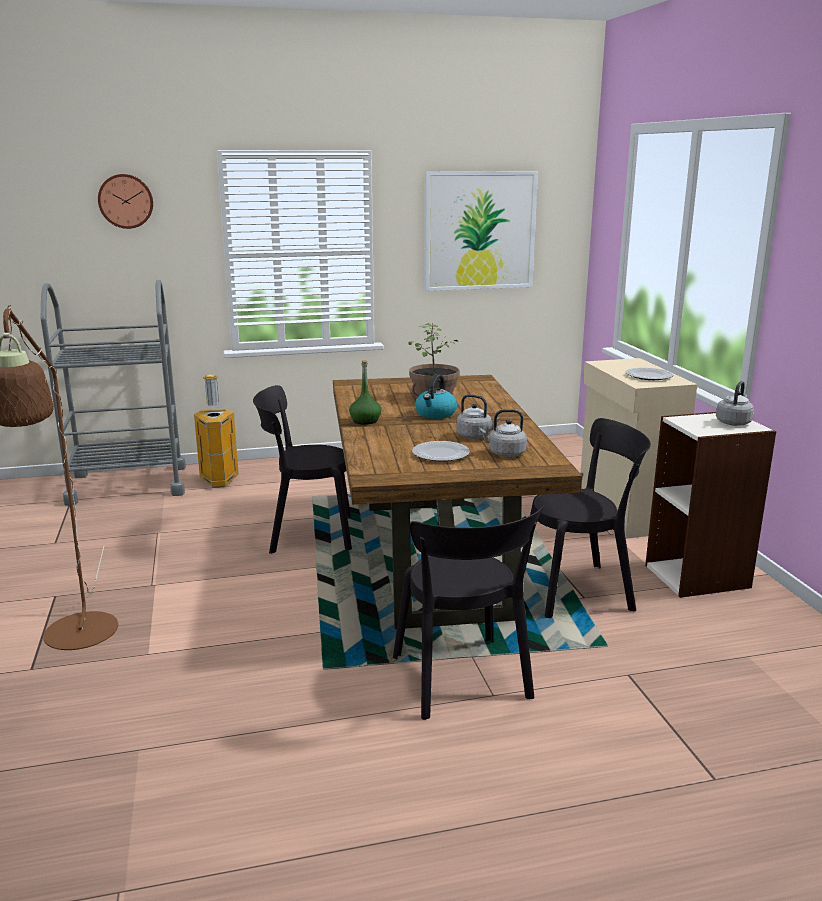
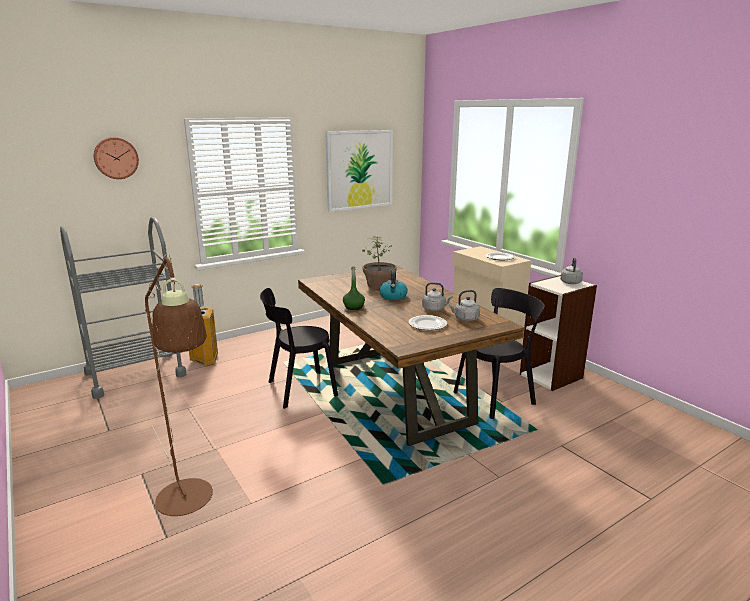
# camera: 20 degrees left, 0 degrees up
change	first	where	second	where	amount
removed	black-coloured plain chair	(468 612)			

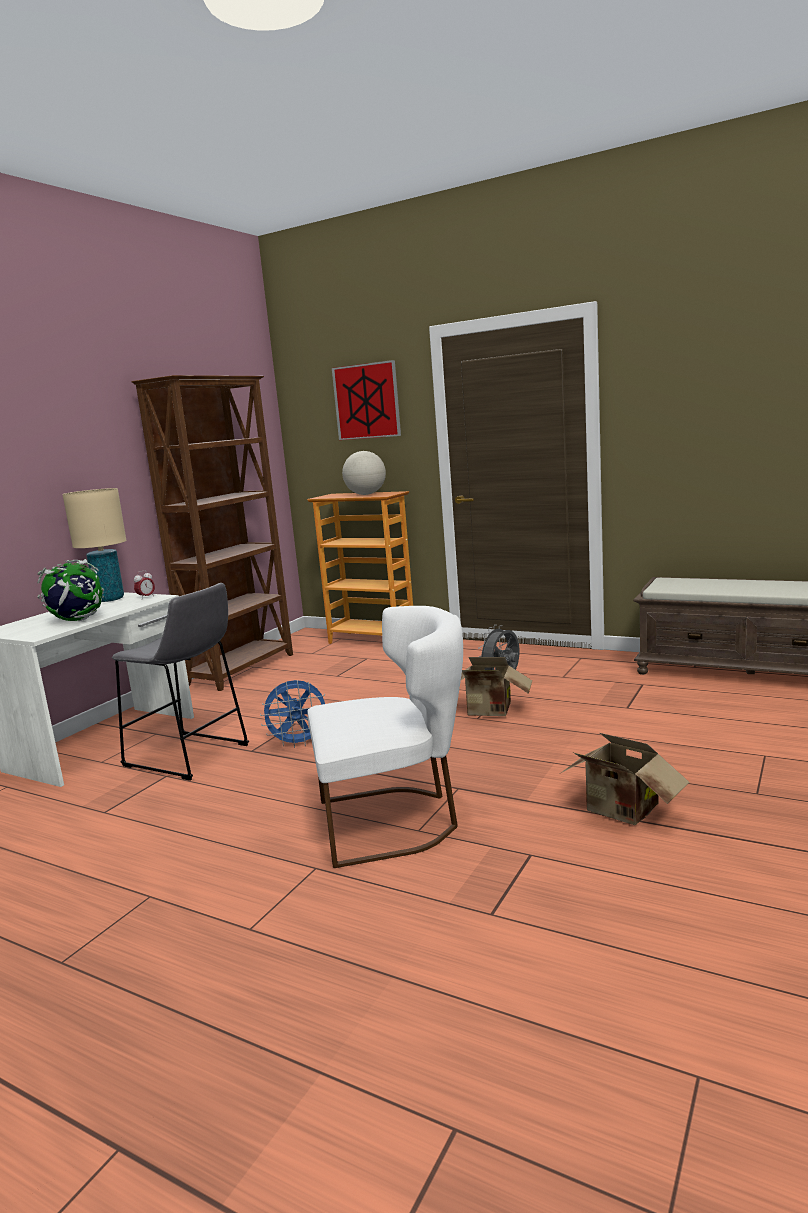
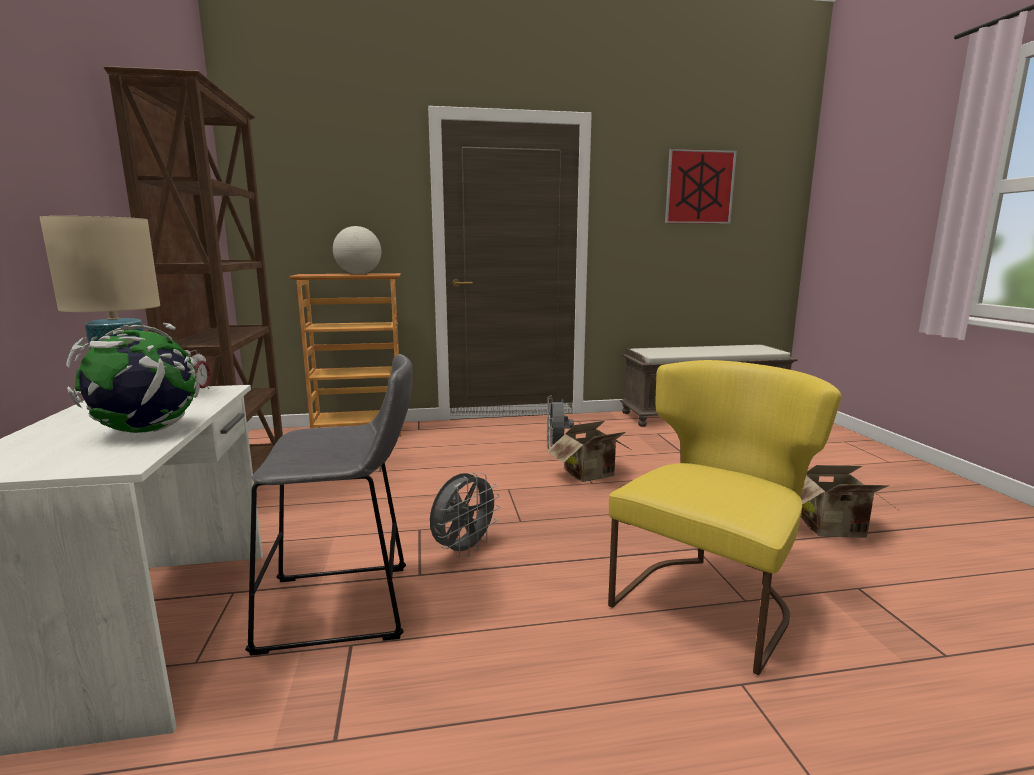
# camera: 40 degrees left, 0 degrees up
change	first	where	second	where	amount
recoloured	blue-coloured cooling fan	(292 714)	greyish cooling fan	(465 515)	
recoloured	white plain chair	(385 737)	yellow plain chair	(724 517)	
moved	picture	(366 400)		(701 186)	

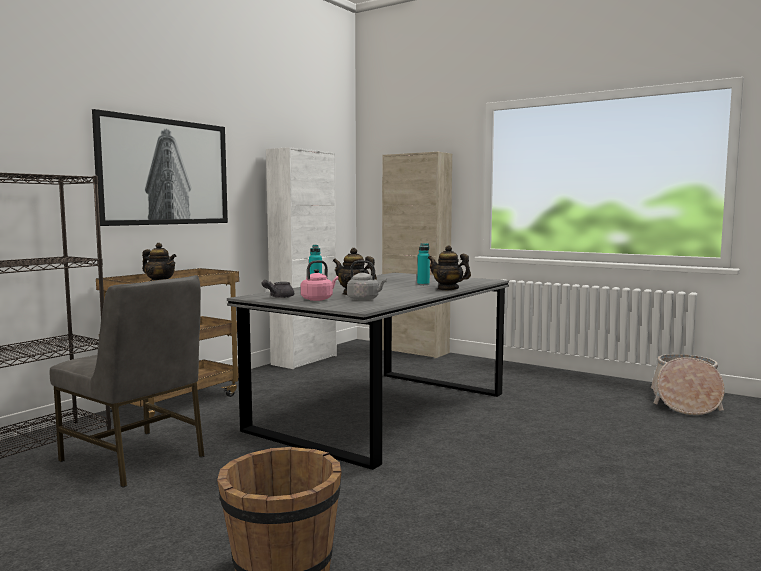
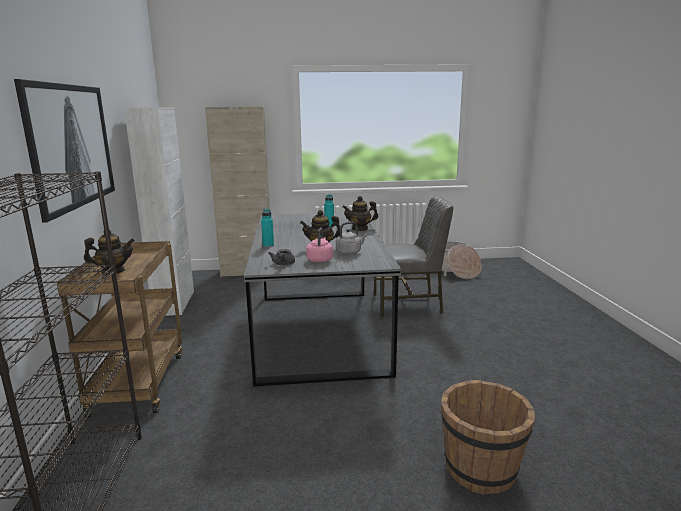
# camera: 40 degrees left, 10 degrees up
change	first	where	second	where	amount
moved	greyish plain chair	(127 381)		(414 256)	

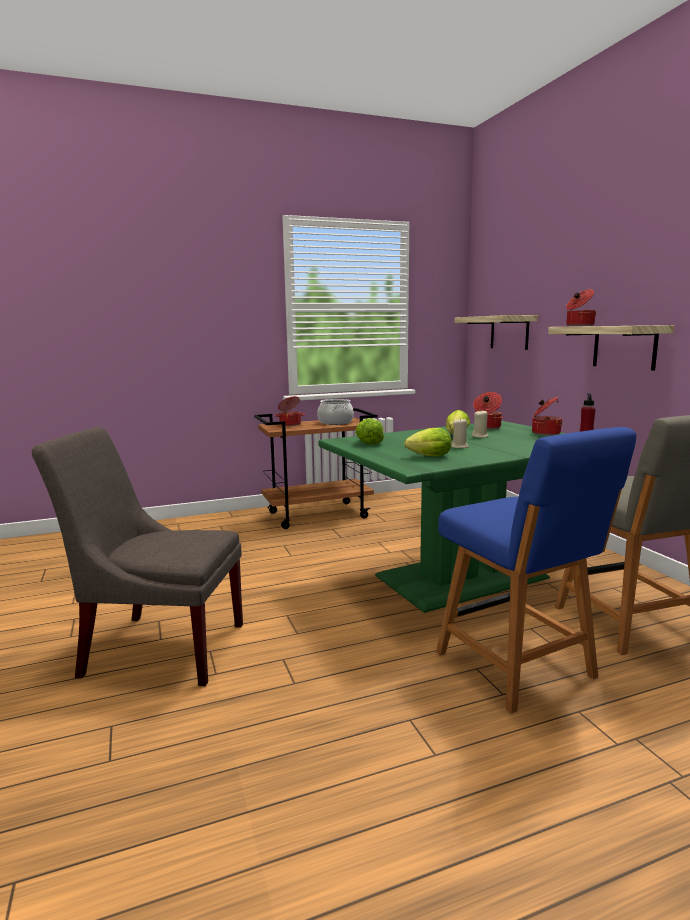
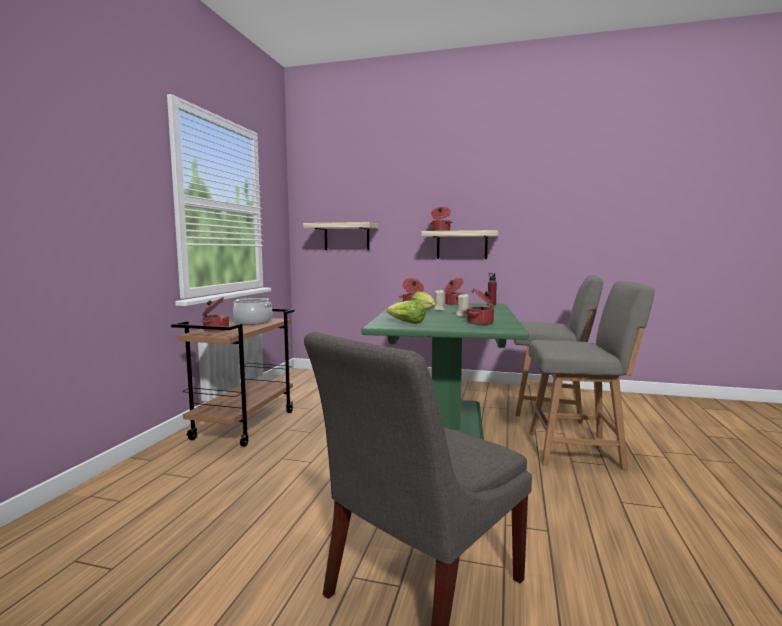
# camera: 55 degrees left, 5 degrees down
change	first	where	second	where	amount
replaced	lettuce head	(428 442)	cooking pot	(480 306)	
recoloured	blue-coloured plain chair	(536 570)	greyish plain chair	(591 375)	

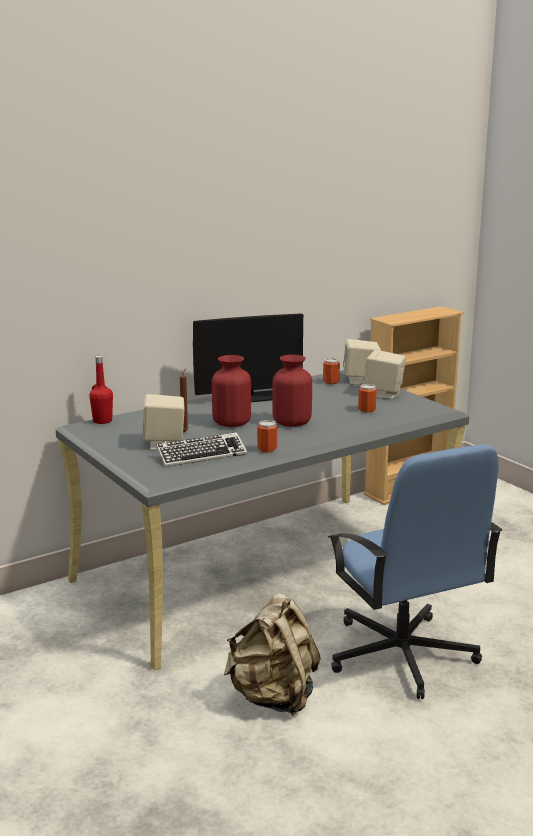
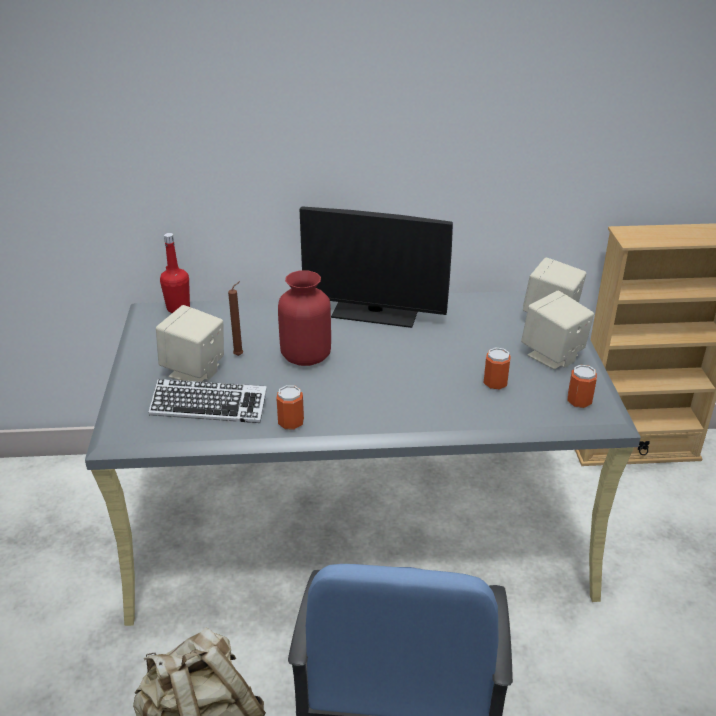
# camera: 30 degrees right, 15 degrees up
change	first	where	second	where	amount
moved	metal can	(331 371)		(582 387)	
removed	reddish vase	(292 391)			

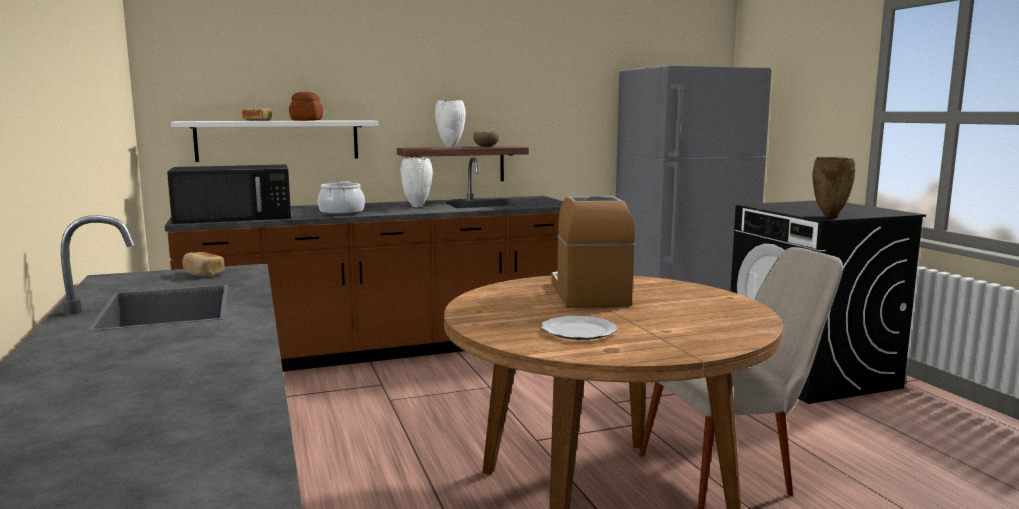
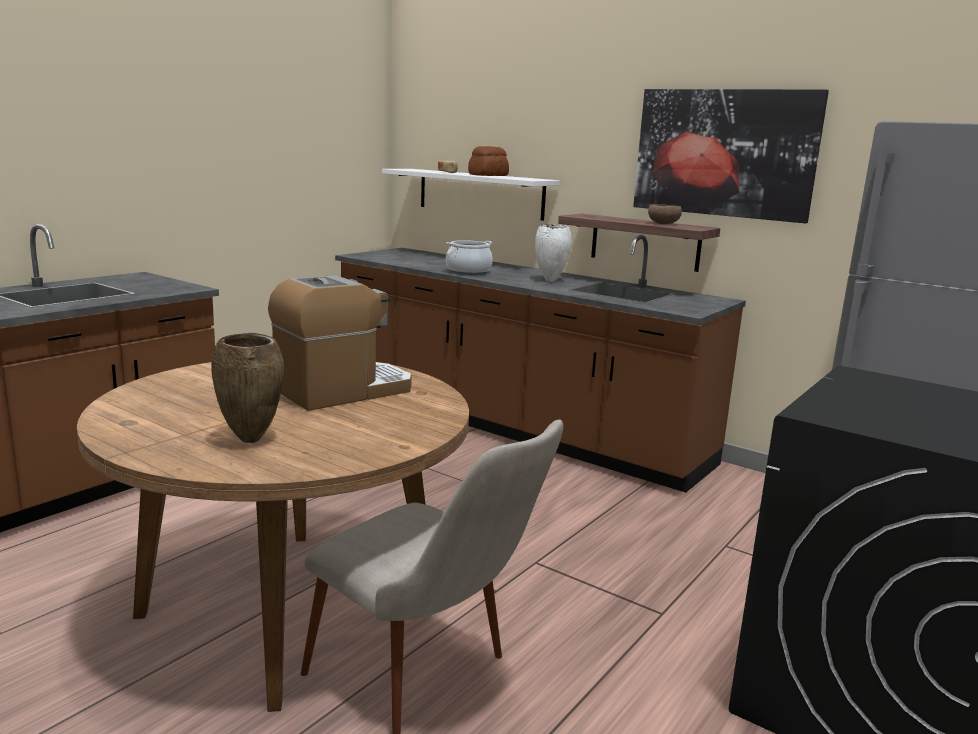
# camera: 55 degrees right, 5 degrees up
change	first	where	second	where	amount
moved	brown vase	(833 187)		(247 388)	
added			picture	(731 156)	
removed	black-coloured kitchen microwave	(229 194)			
removed	bakery bread	(203 264)			
removed	white vase	(450 124)			
removed	dinner plate	(579 328)			

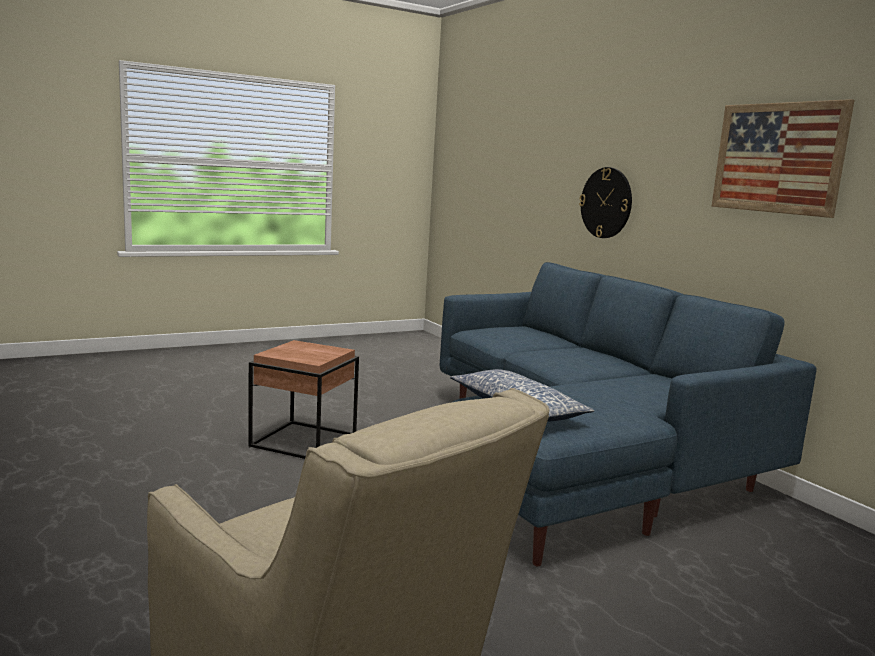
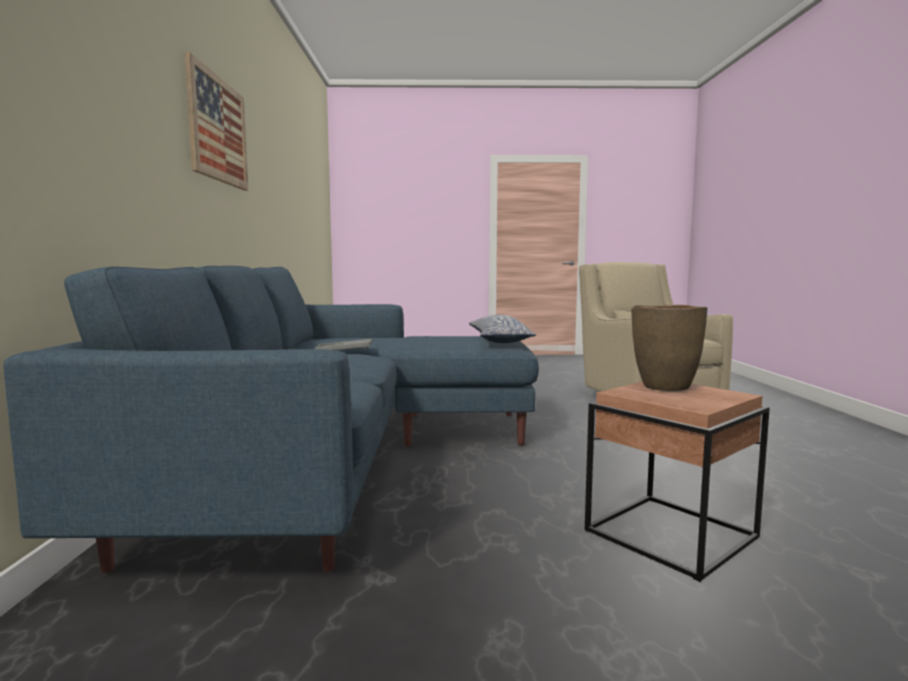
# camera: 150 degrees left, 5 degrees down
change	first	where	second	where	amount
added			greyish serving tray	(343 344)	
added			brown vase	(669 348)	
removed	hanging clock	(605 202)			

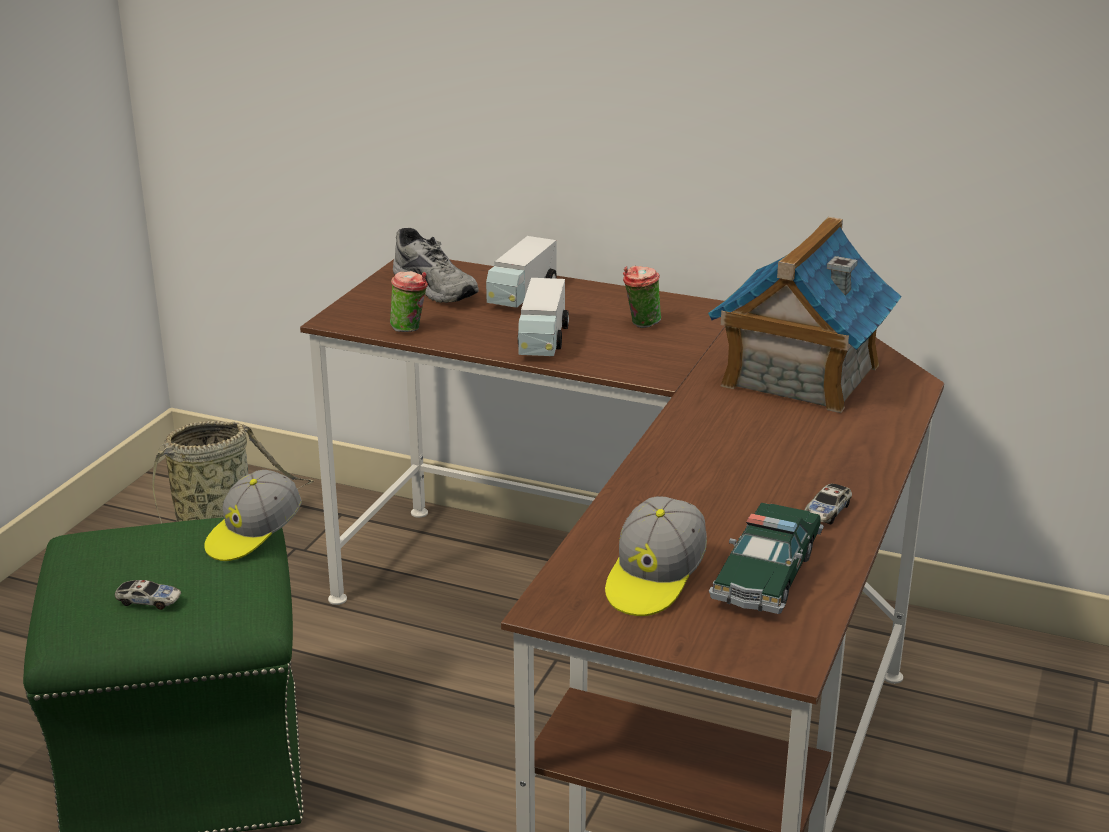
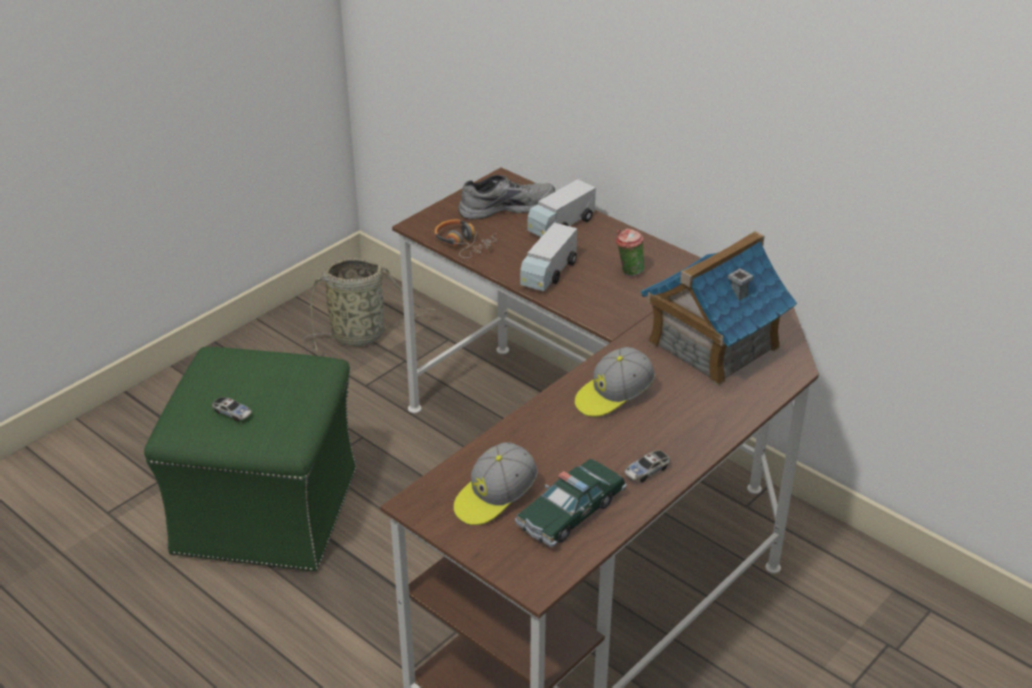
# camera: 20 degrees right, 10 degrees up
change	first	where	second	where	amount
replaced	drinking cup	(409 301)	headset	(465 238)	
turned	greyish shoe	(435 265)		(506 197)	90 degrees counterclockwise
moved	cap	(253 515)		(615 382)	

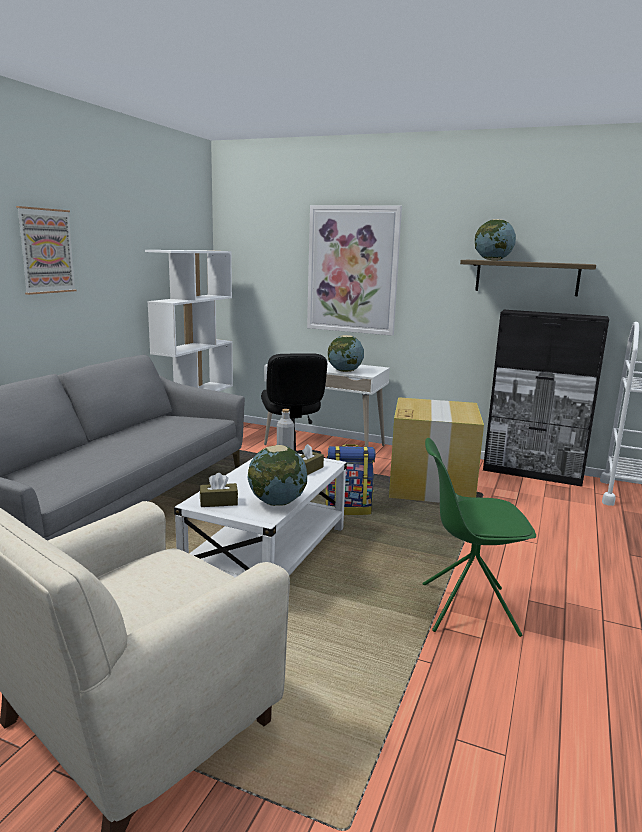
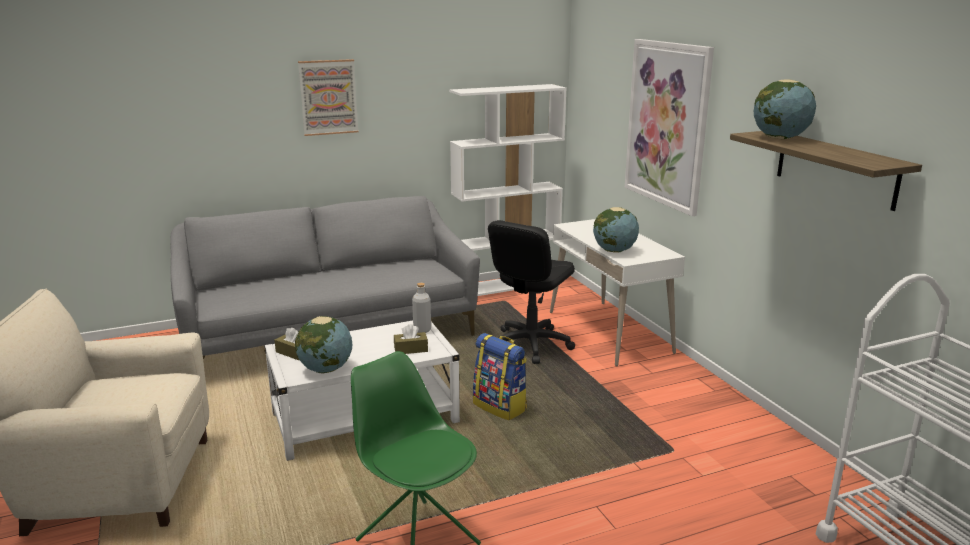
# camera: 45 degrees right, 5 degrees up
change	first	where	second	where	amount
removed	carton	(436 450)			
removed	black-coloured storage cabinet	(546 398)			

